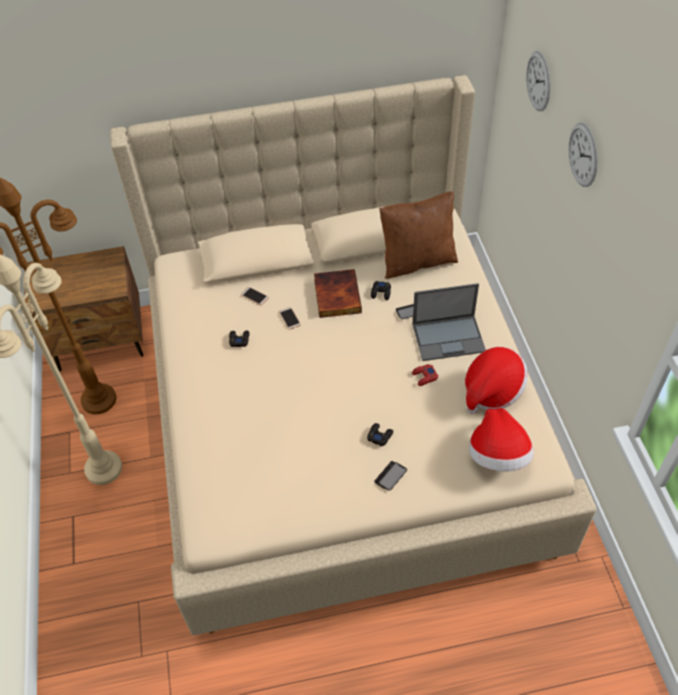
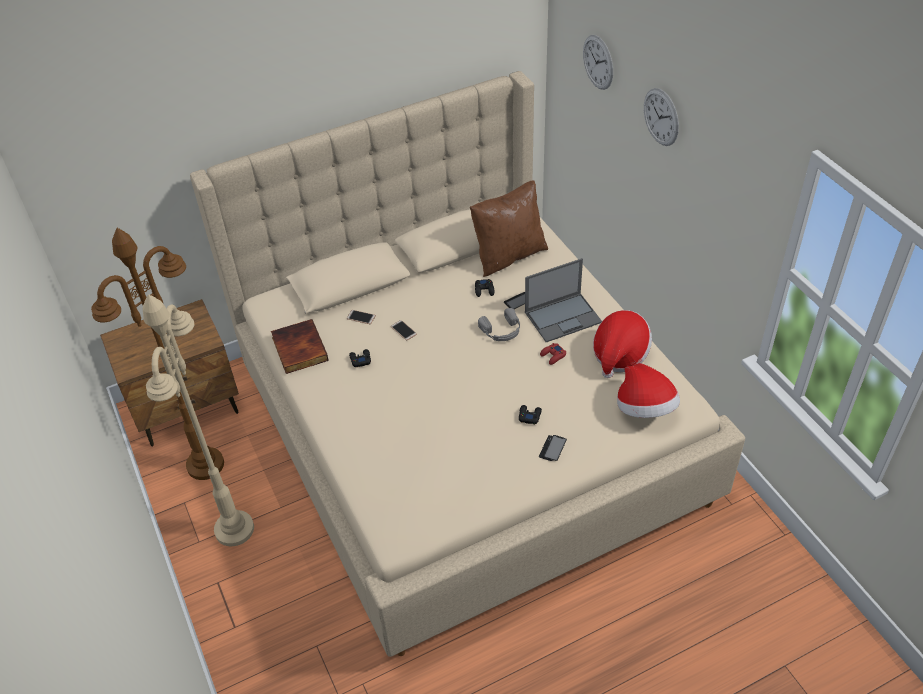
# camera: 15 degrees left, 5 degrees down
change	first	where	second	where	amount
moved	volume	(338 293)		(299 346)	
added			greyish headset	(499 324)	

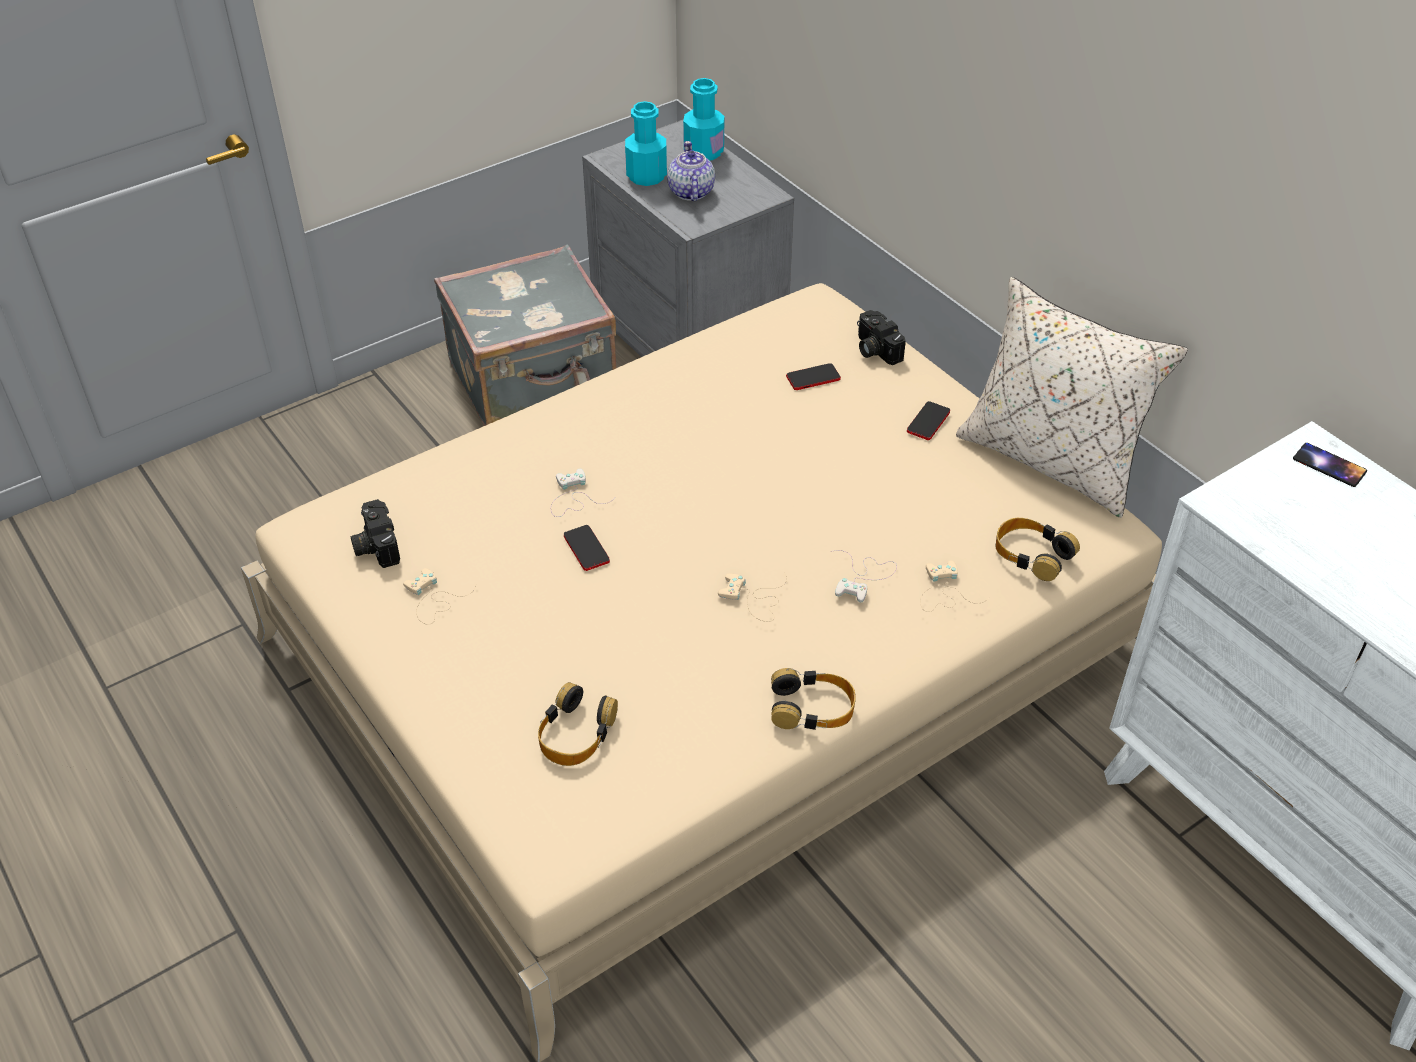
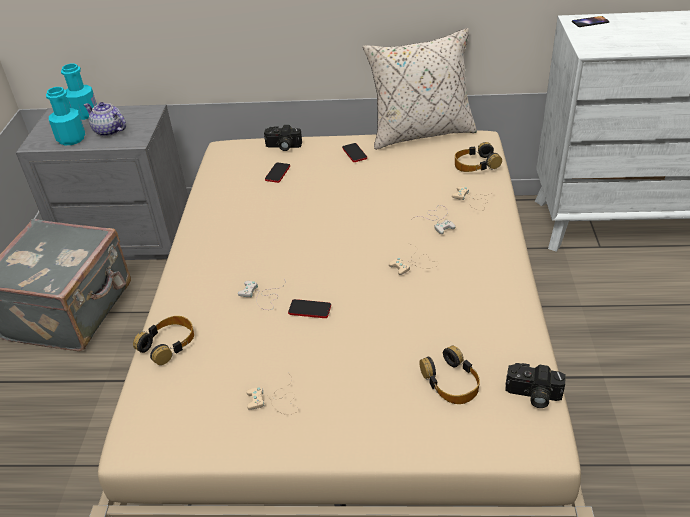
# camera: 50 degrees left, 5 degrees down
change	first	where	second	where	amount
moved	headset	(813 699)		(163 340)	
moved	photo camera	(375 533)		(535 385)	

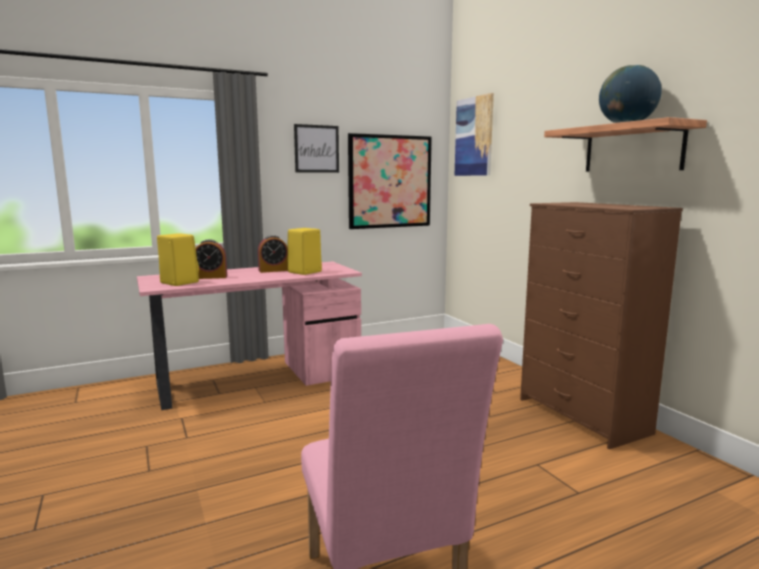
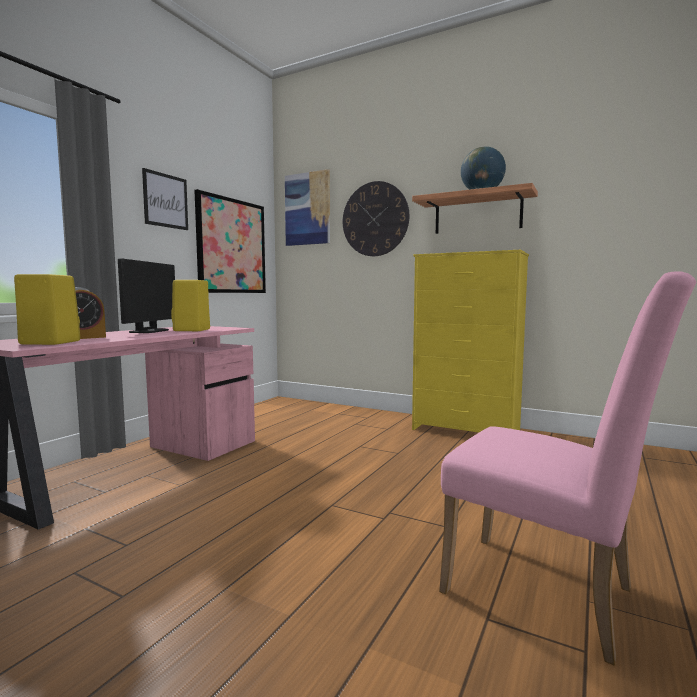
# camera: 35 degrees left, 5 degrees down
change	first	where	second	where	amount
replaced	bedside clock	(273 254)	monitor	(146 295)	
added			hanging clock	(376 218)	
recoloured	brown chest of drawers	(601 325)	yellow chest of drawers	(470 341)	

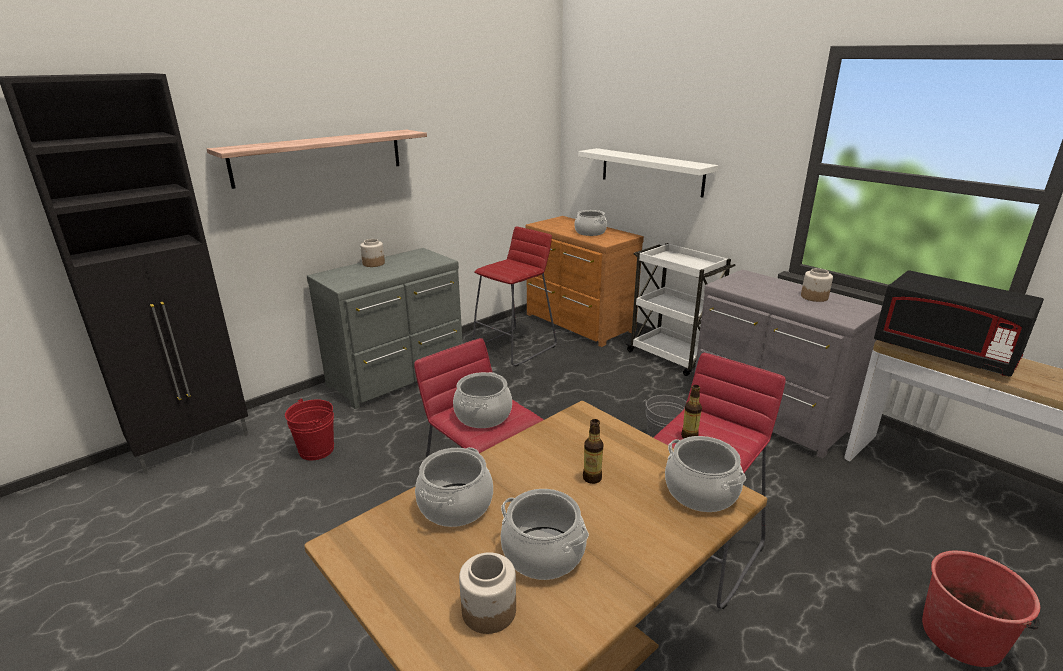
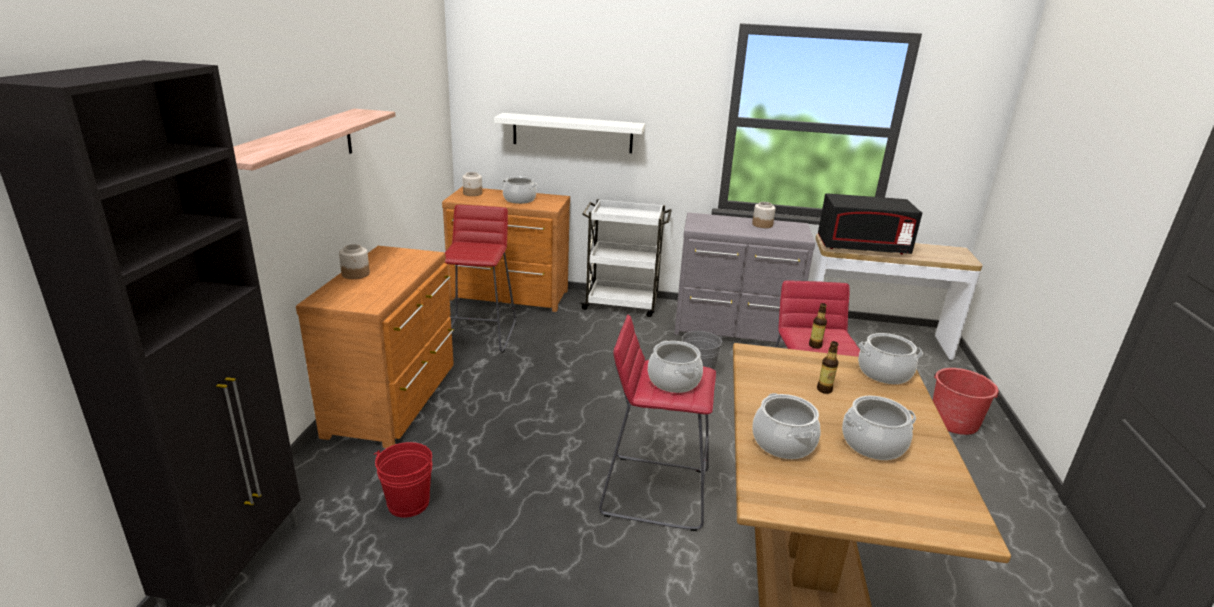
# camera: 40 degrees left, 0 degrees up
change	first	where	second	where	amount
recoloured	greyish chest of drawers	(385 328)	brown chest of drawers	(375 347)	
moved	preserve jar	(487 593)		(472 184)	

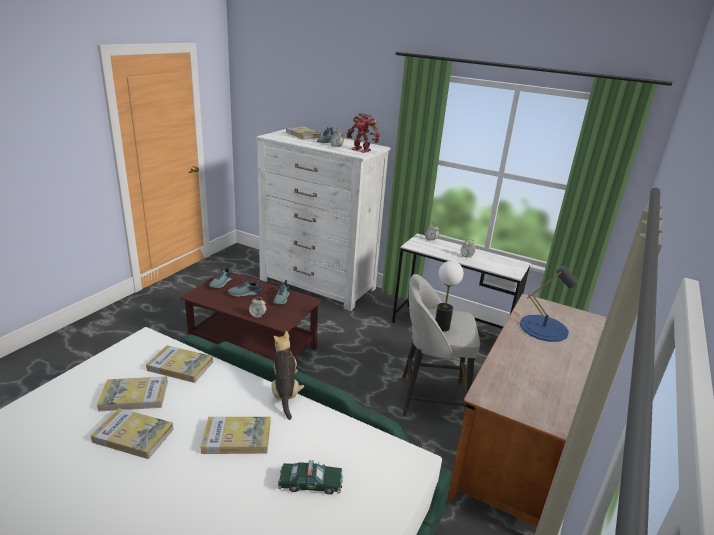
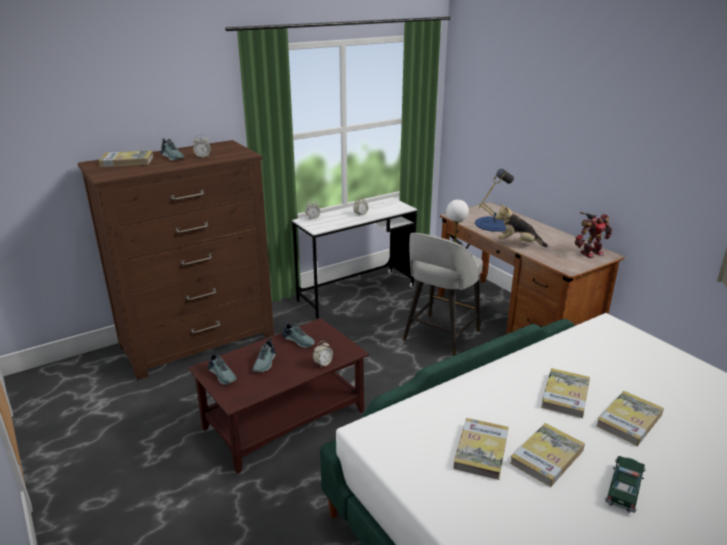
# camera: 60 degrees left, 0 degrees up
change	first	where	second	where	amount
recoloured	white chest of drawers	(323 220)	brown chest of drawers	(176 260)	
moved	soft toy	(288 375)		(521 225)	
moved	robot figure	(363 133)		(593 235)	
moved	volume	(179 364)		(630 418)	
moved	toy car	(310 477)		(625 484)	

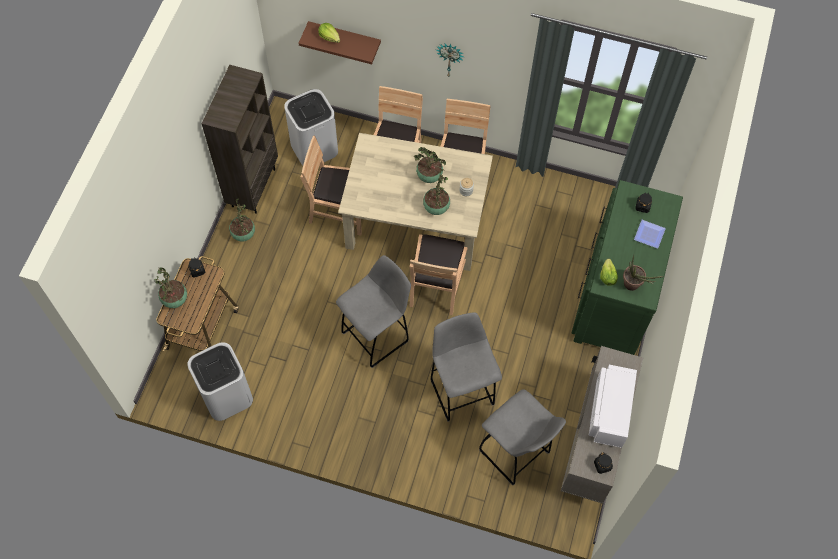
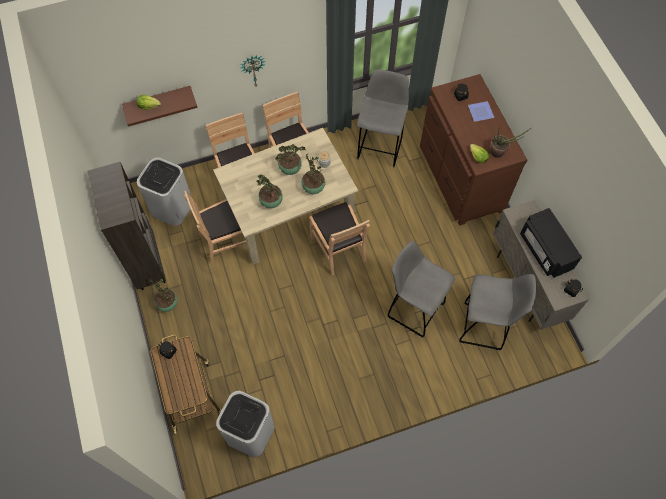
# camera: 35 degrees left, 0 degrees up
change	first	where	second	where	amount
moved	potted plant	(171 287)		(270 191)	
moved	greyish stool	(373 311)		(383 118)	
recoloured	green chest of drawers	(627 267)	brown chest of drawers	(473 150)	
recoloured	white kitchen microwave	(613 406)	black-coloured kitchen microwave	(551 243)	

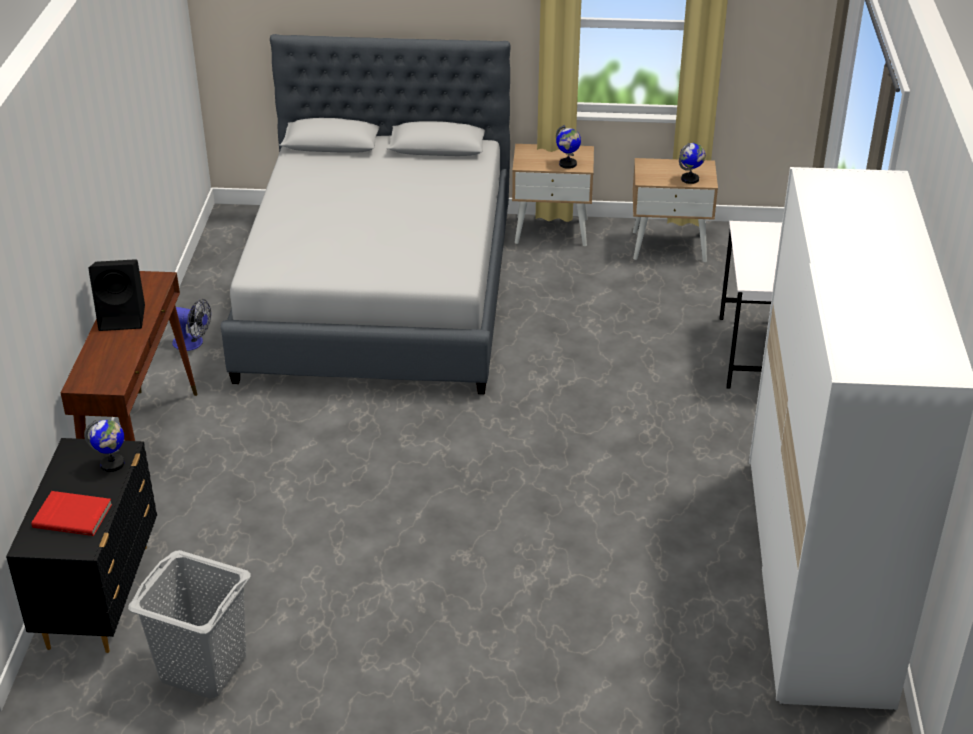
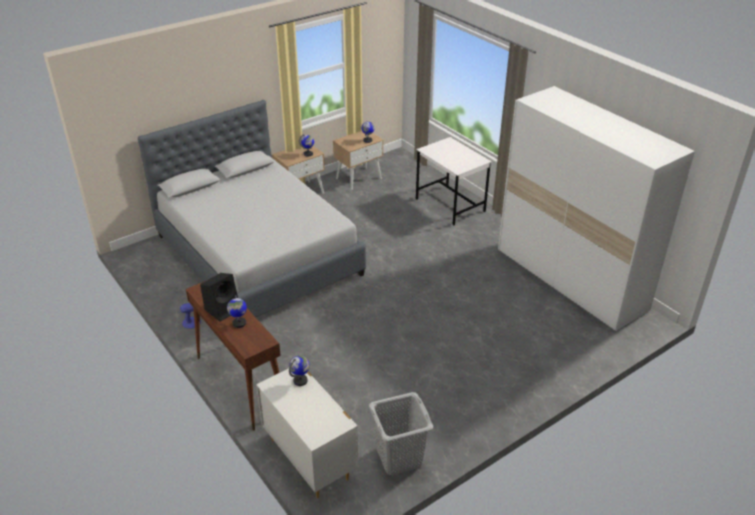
# camera: 40 degrees left, 0 degrees up
change	first	where	second	where	amount
added			globe	(237 311)	
recoloured	black-coloured chest of drawers	(81 545)	white chest of drawers	(307 433)	
removed	reddish volume	(71 513)			

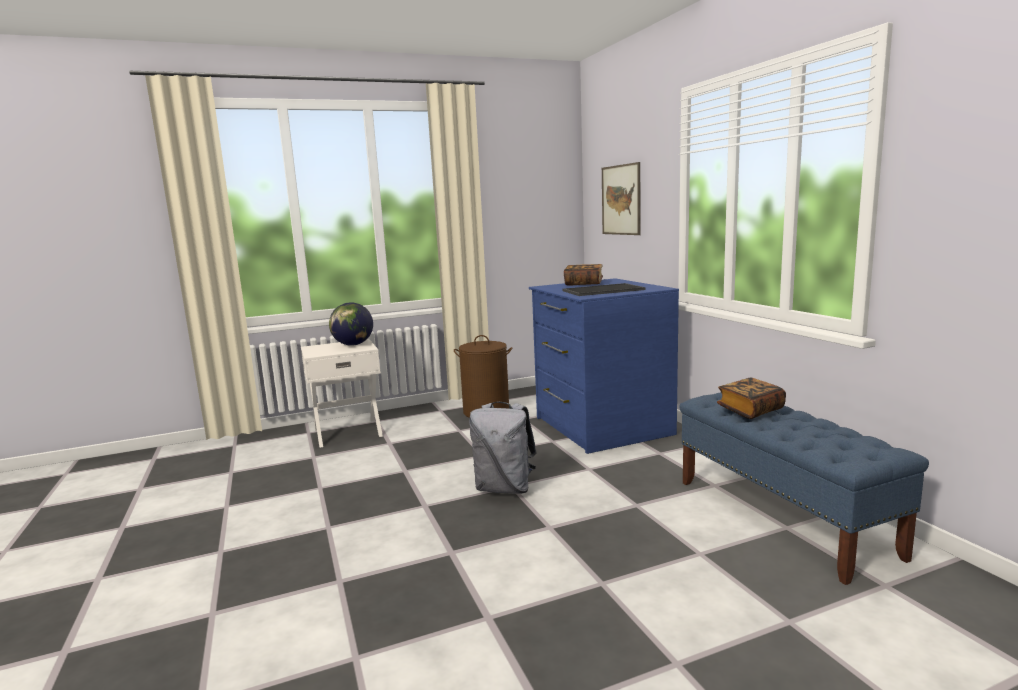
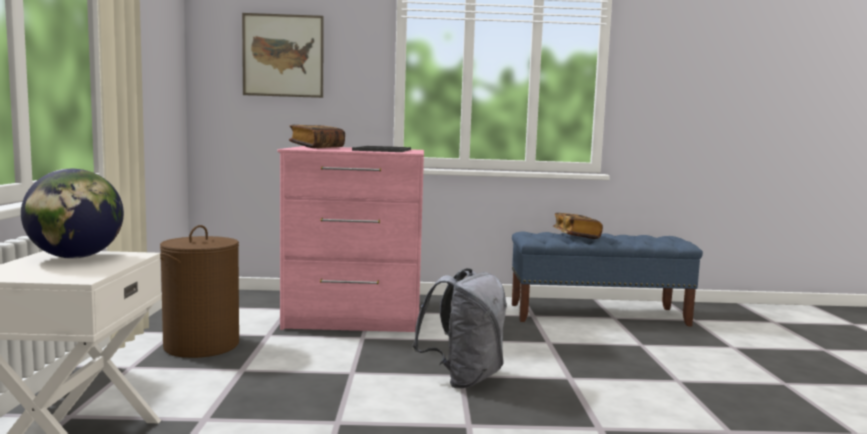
# camera: 70 degrees left, 5 degrees down
change	first	where	second	where	amount
recoloured	blue-coloured chest of drawers	(604 366)	pinkish chest of drawers	(351 239)	

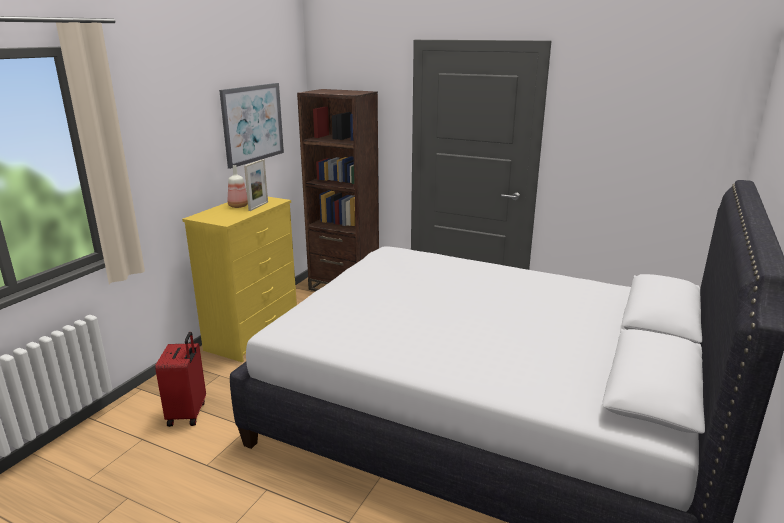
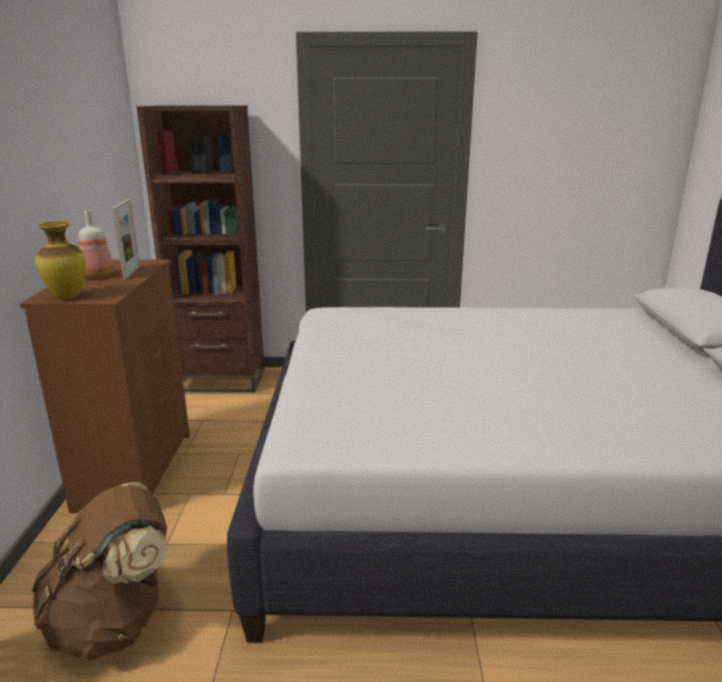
# camera: 25 degrees left, 0 degrees up
change	first	where	second	where	amount
recoloured	yellow chest of drawers	(239 279)	brown chest of drawers	(105 386)	
replaced	reddish travel case	(180 379)	brown rucksack	(99 571)	
added			vase	(60 260)	
removed	picture	(251 126)			

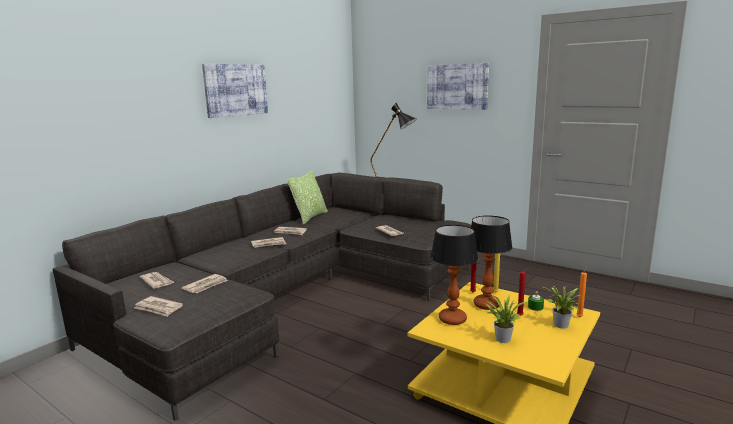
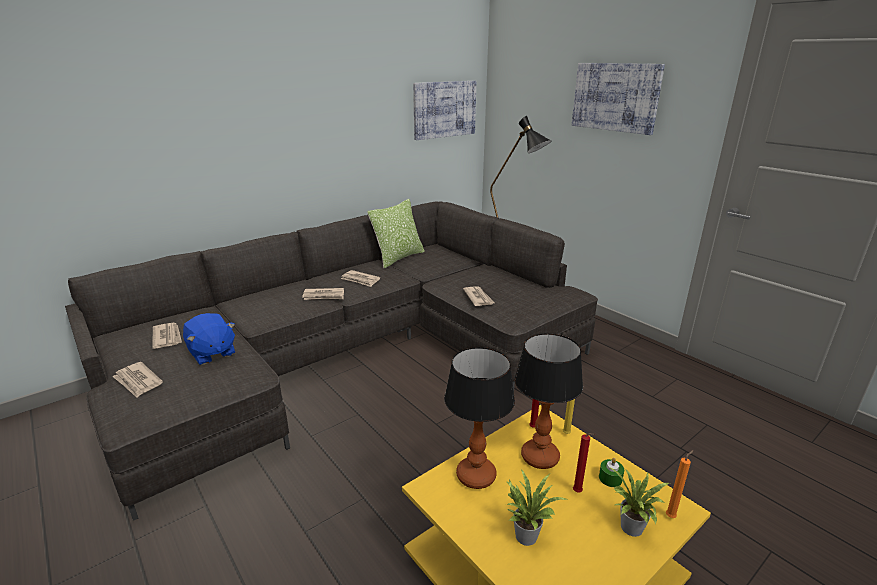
# camera: 15 degrees right, 10 degrees up
change	first	where	second	where	amount
replaced	daily paper	(204 283)	blue-coloured soft toy	(209 339)	
moved	picture	(235 91)		(445 110)	

